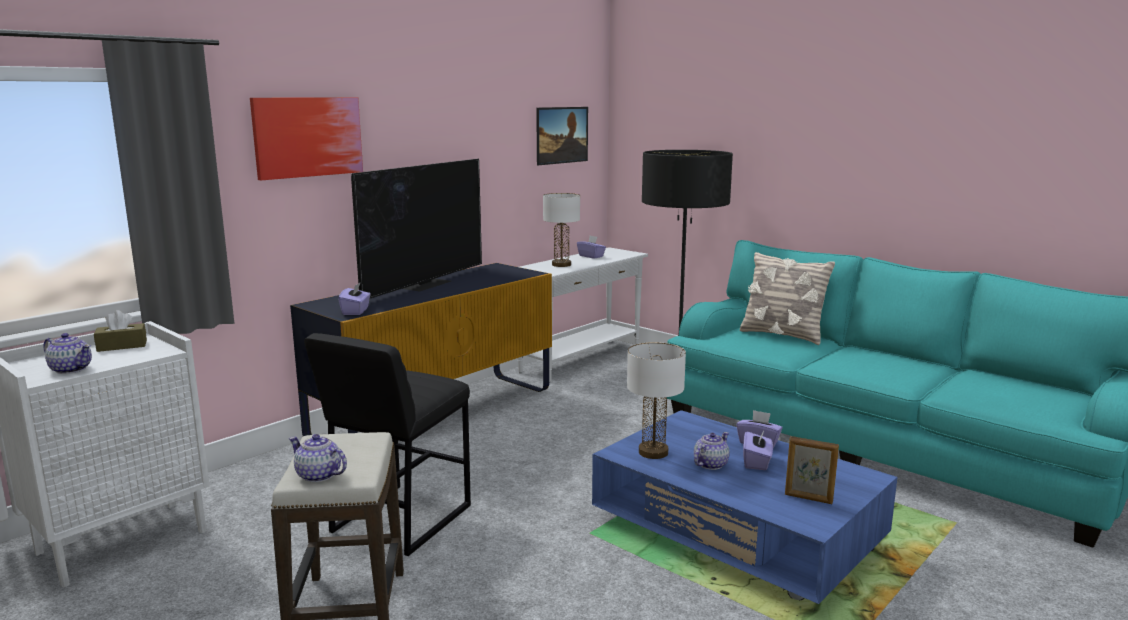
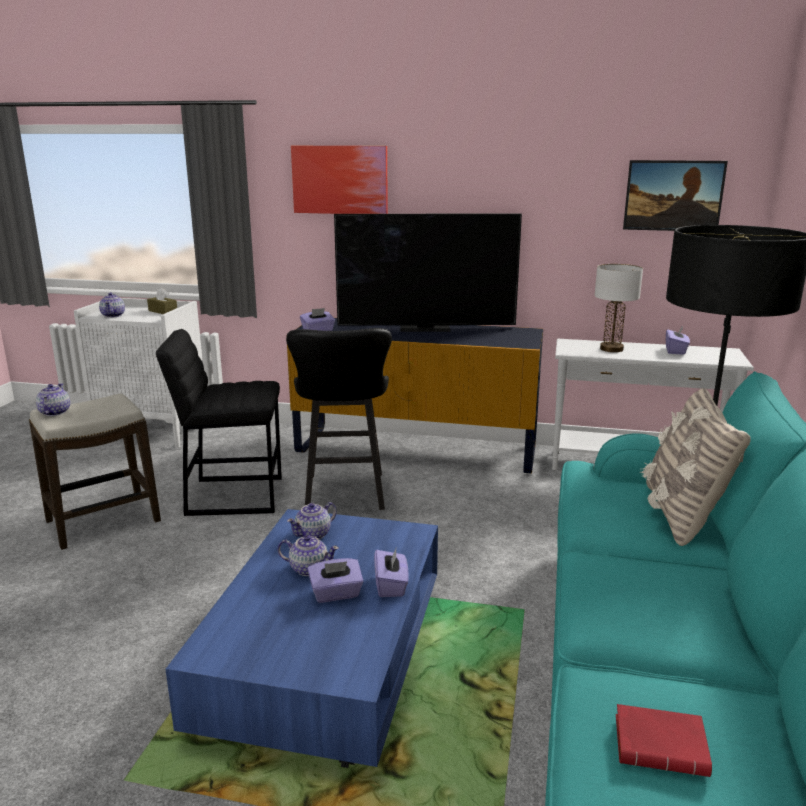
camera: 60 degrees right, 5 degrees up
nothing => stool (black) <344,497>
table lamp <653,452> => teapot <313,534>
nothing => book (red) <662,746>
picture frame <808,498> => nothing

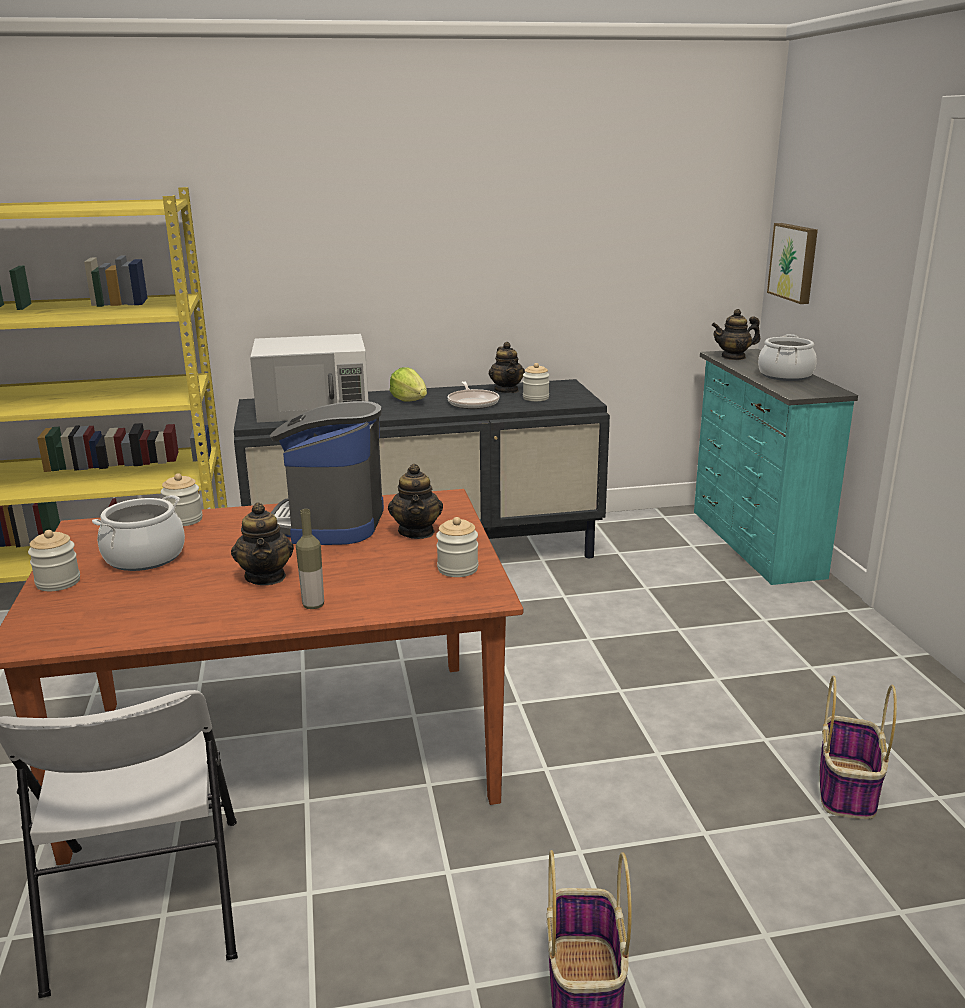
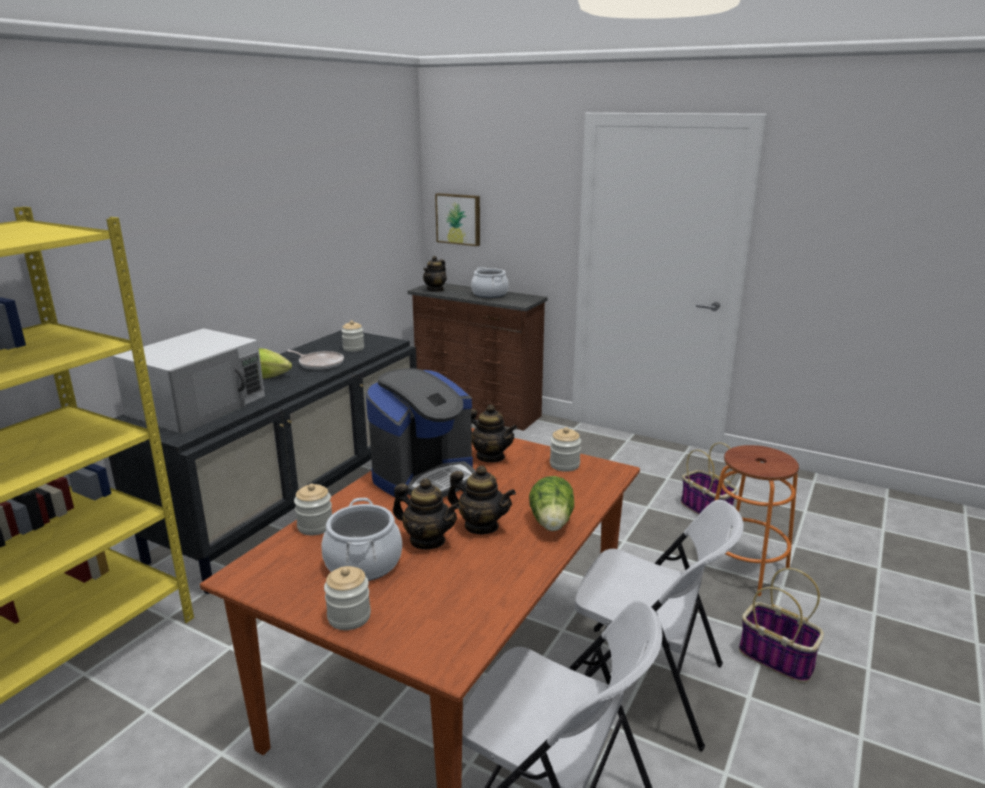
camera: 50 degrees left, 0 degrees up
coffee machine <330,522> => coffee machine <425,476>, 90 degrees counterclockwise
teapot <507,390> => teapot <427,540>, move
dresser (turquoise) <753,543> => dresser (brown) <477,411>
bottle <313,605> => lettuce <552,524>
nothing => chair (white) <643,684>
nothing => stool (orange) <744,567>

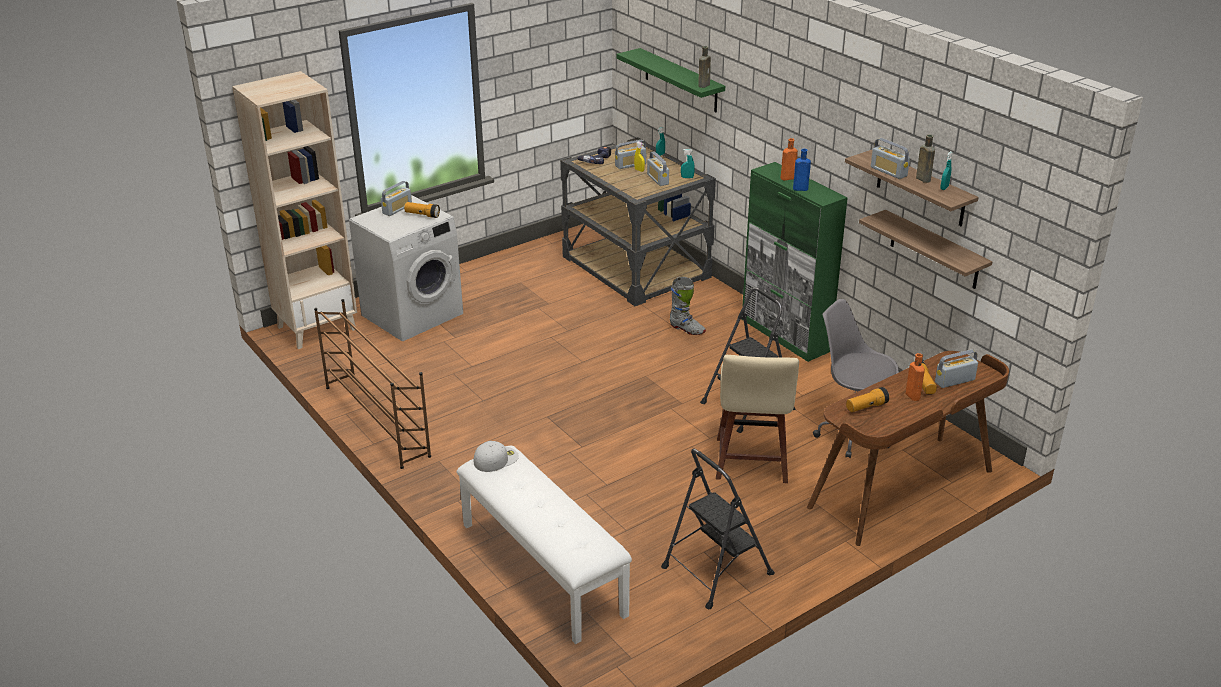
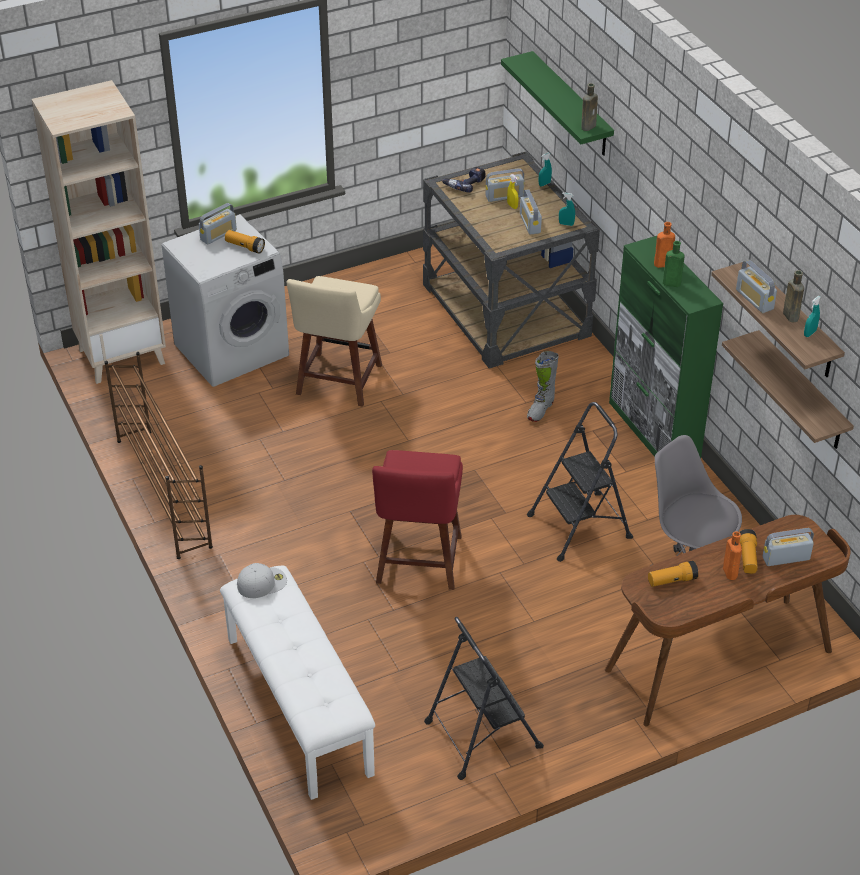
camera: 10 degrees right, 10 degrees up
stool (beige) <751,463> => stool (beige) <337,382>, move
nothing => stool (red) <418,563>
boot (grey) <687,329> => boot (grey) <540,409>, 75 degrees clockwise
bottle (blue) <799,189> => bottle (green) <670,283>

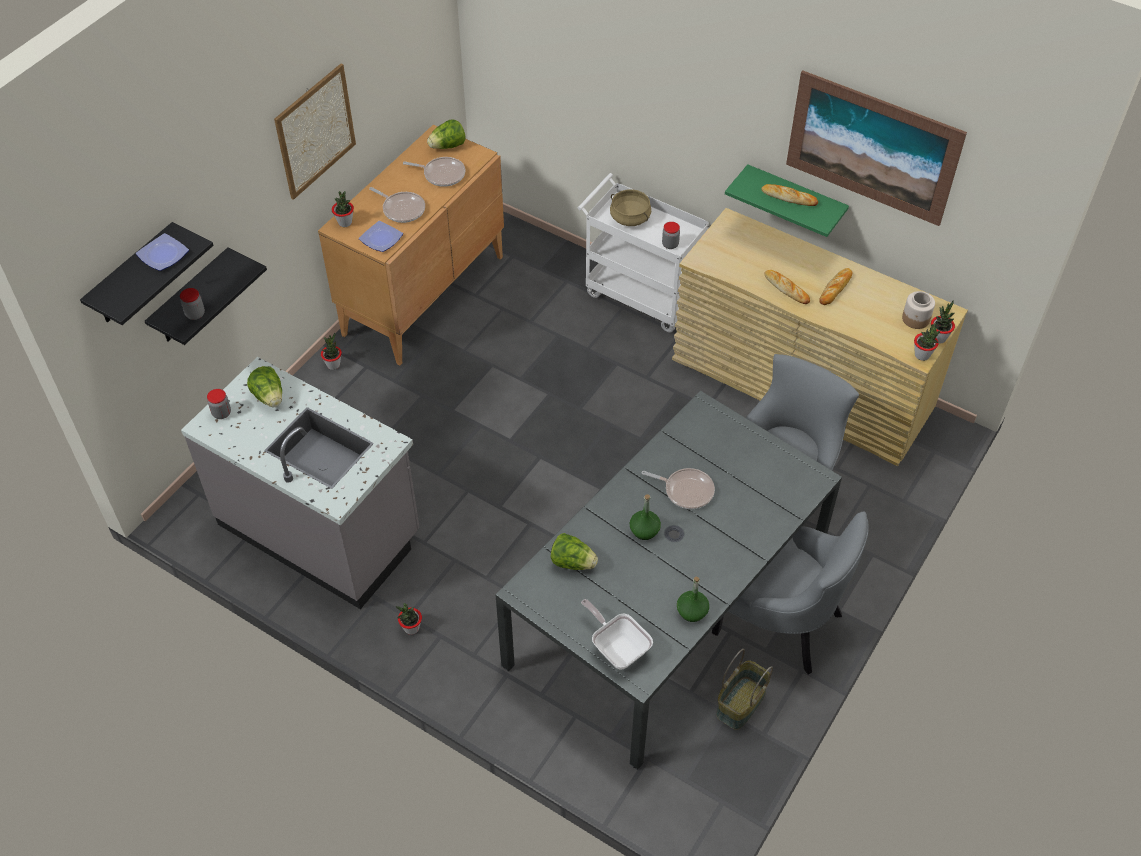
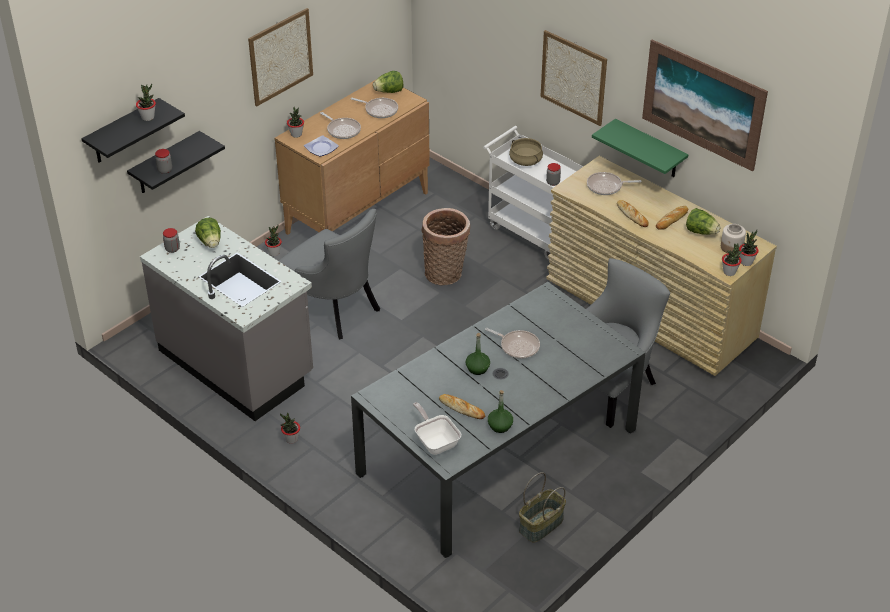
camera: 10 degrees right, 10 degrees down
plate <164,255> => potted plant <148,117>
chair (grey) <776,621> => chair (grey) <331,308>, move
nothing => basket <446,274>
bread <789,197> => bread <462,408>, move
nothing => picture <573,76>
nothing => frying pan <606,186>
lettuce <573,562> => lettuce <701,232>, move

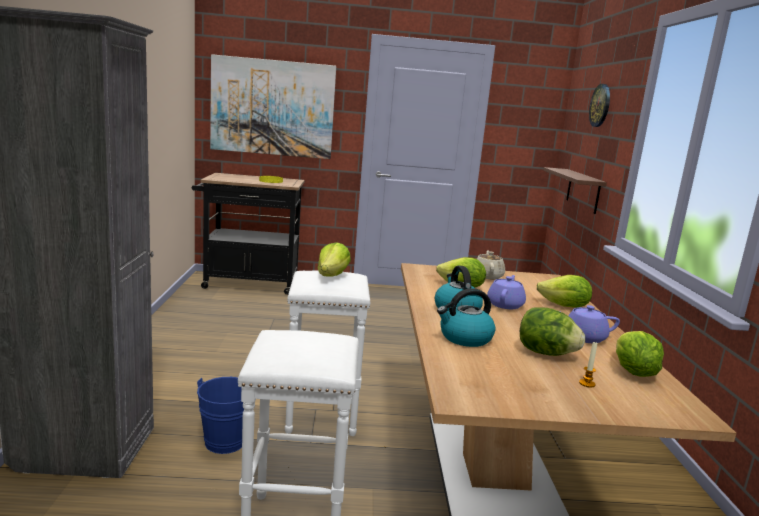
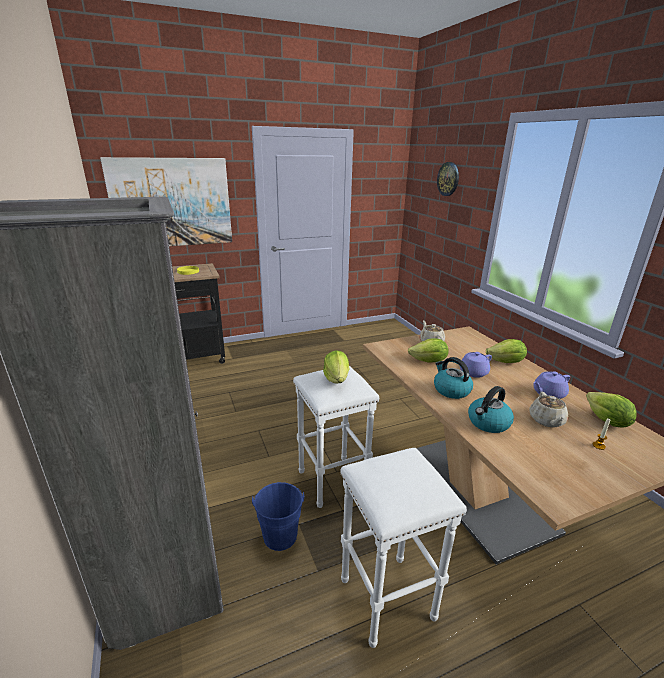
camera: 20 degrees left, 10 degrees up
teapot (purple) <505,304> => teapot (purple) <472,373>, 120 degrees counterclockwise
lettuce <545,353> => teapot (beige) <546,420>
shelf <583,190> => nothing

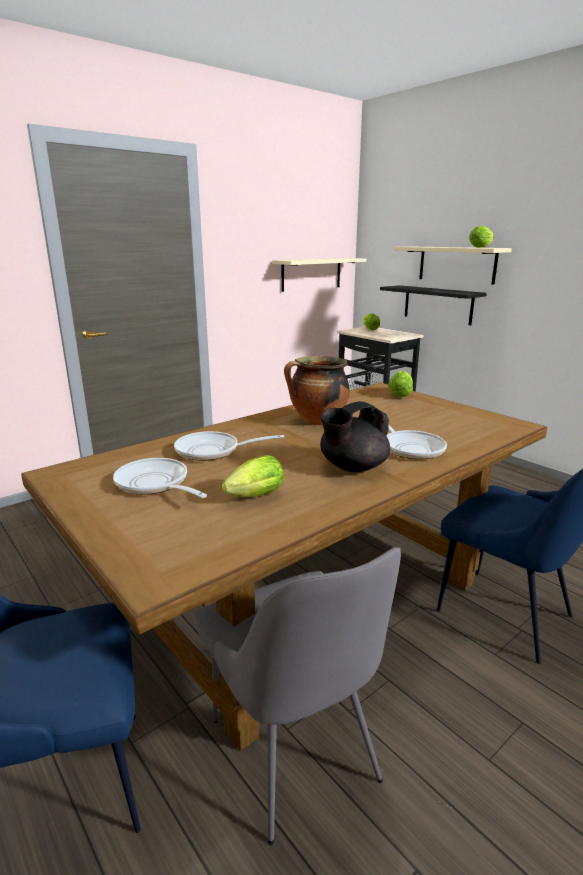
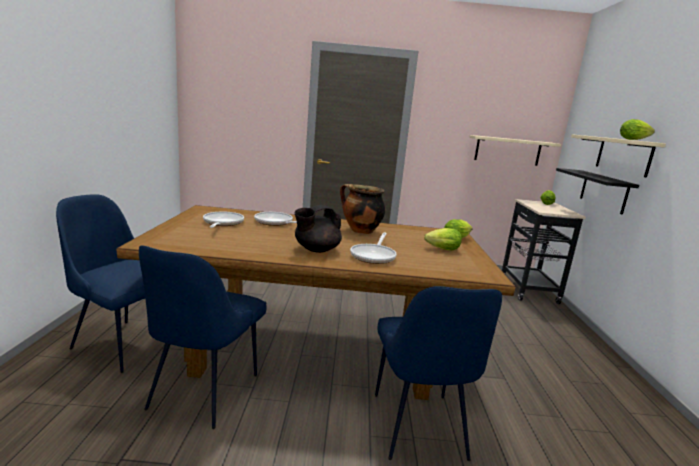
camera: 40 degrees right, 5 degrees down
chair (grey) <295,750> => chair (blue) <204,392>
teapot (black) <352,467> => teapot (black) <316,249>, 45 degrees counterclockwise
lettuce <252,497> => lettuce <440,249>, move

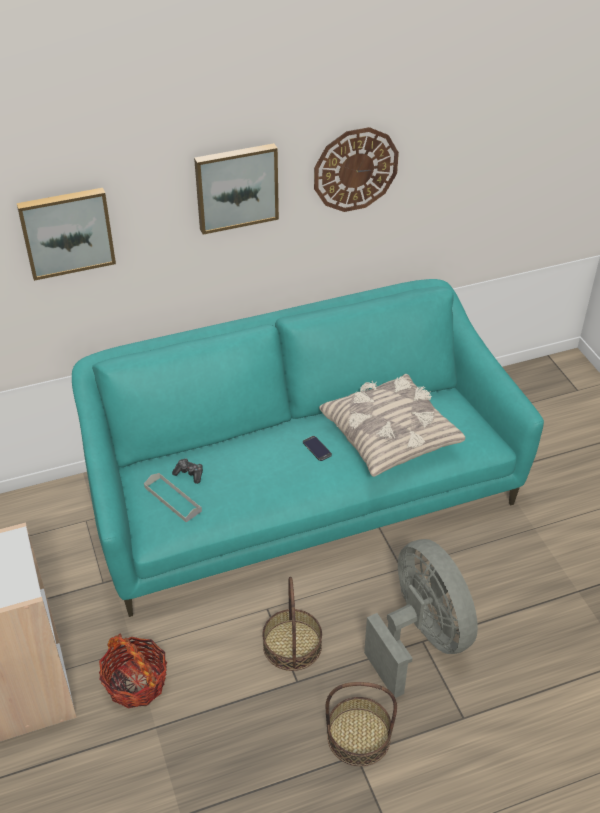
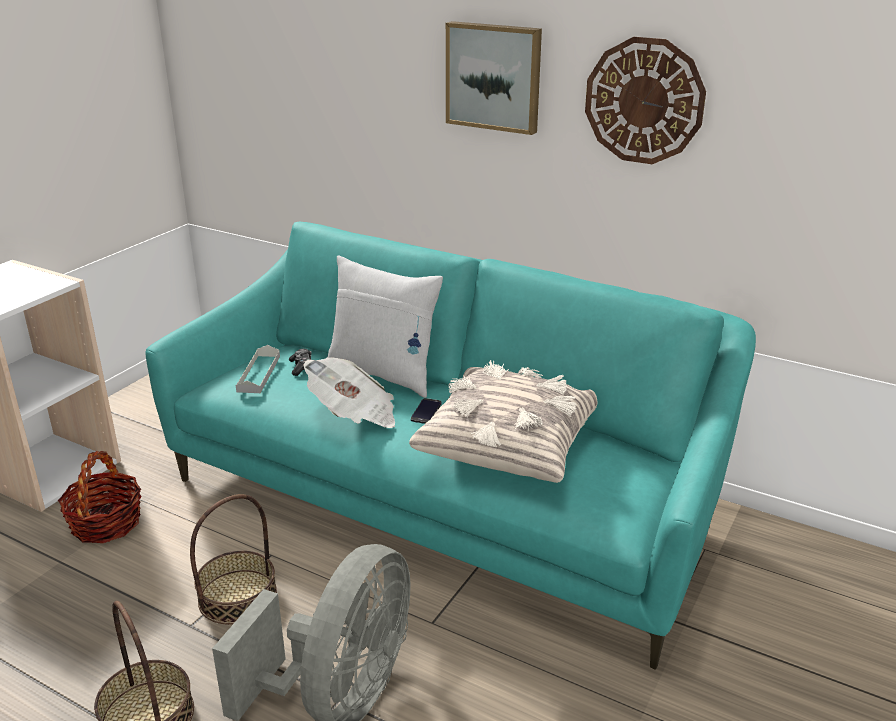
camera: 50 degrees right, 15 degrees down
nothing => newspaper <354,414>
nothing => pillow (grey) <382,376>
picture <67,231> => nothing

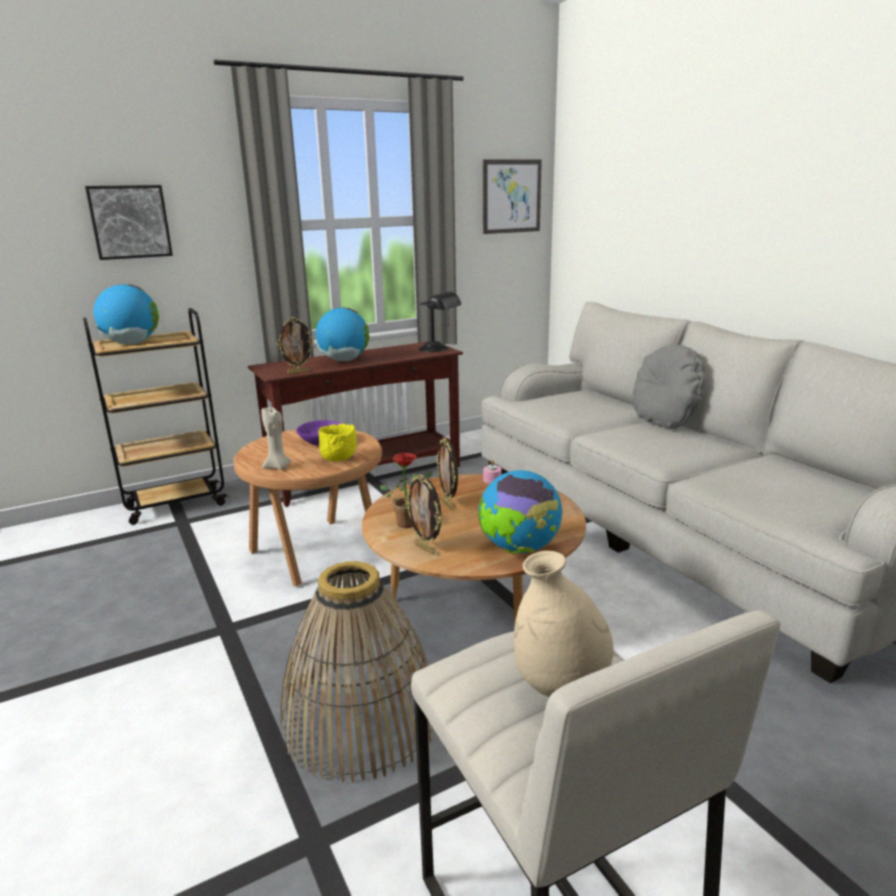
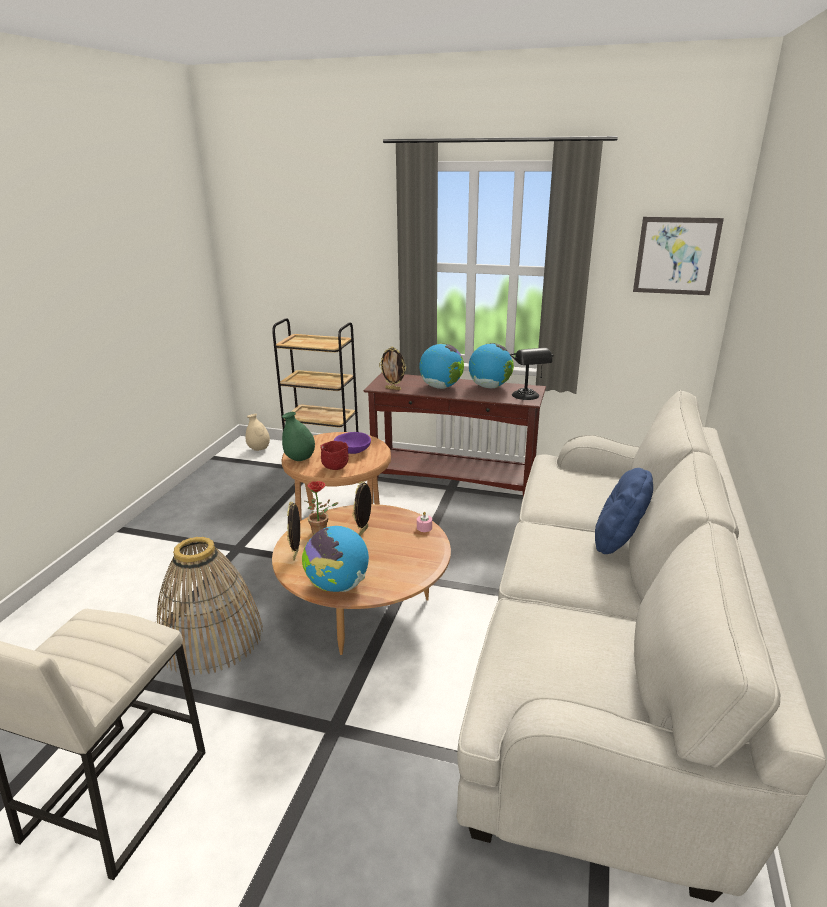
camera: 45 degrees right, 5 degrees up
vase (beige) <560,687> => vase (beige) <259,449>, move
candle (beige) <278,467> => vase (green) <300,459>
bowl (yellow) <338,460> => bowl (red) <335,468>
globe <132,344> => globe <490,387>, move
pillow (grey) <664,423> => pillow (blue) <618,544>
picture <130,222> => nothing

